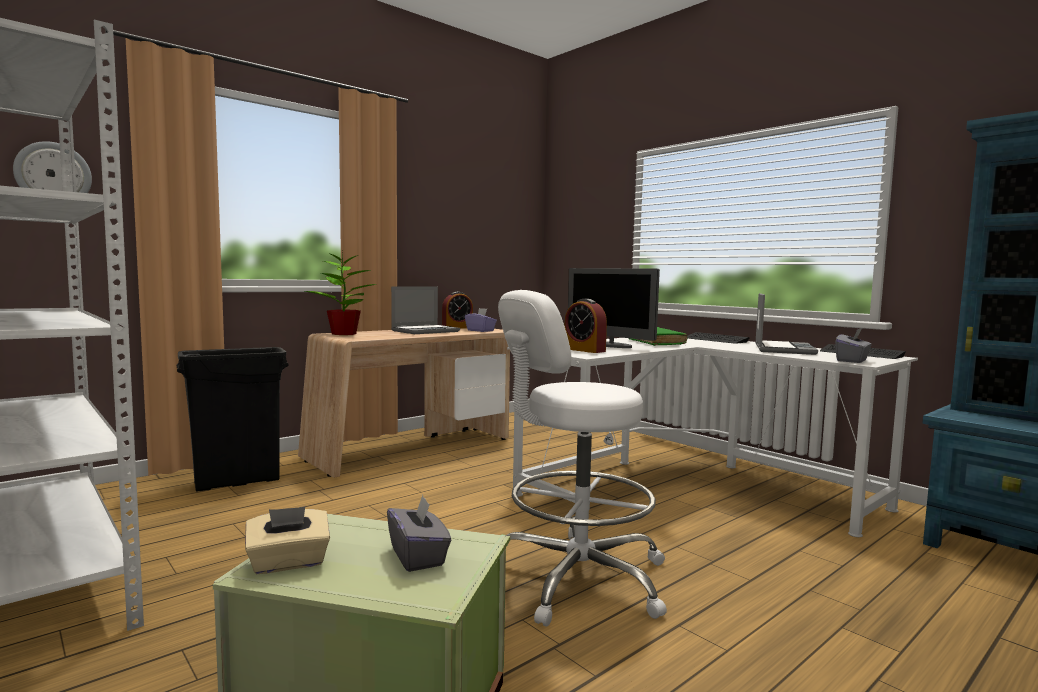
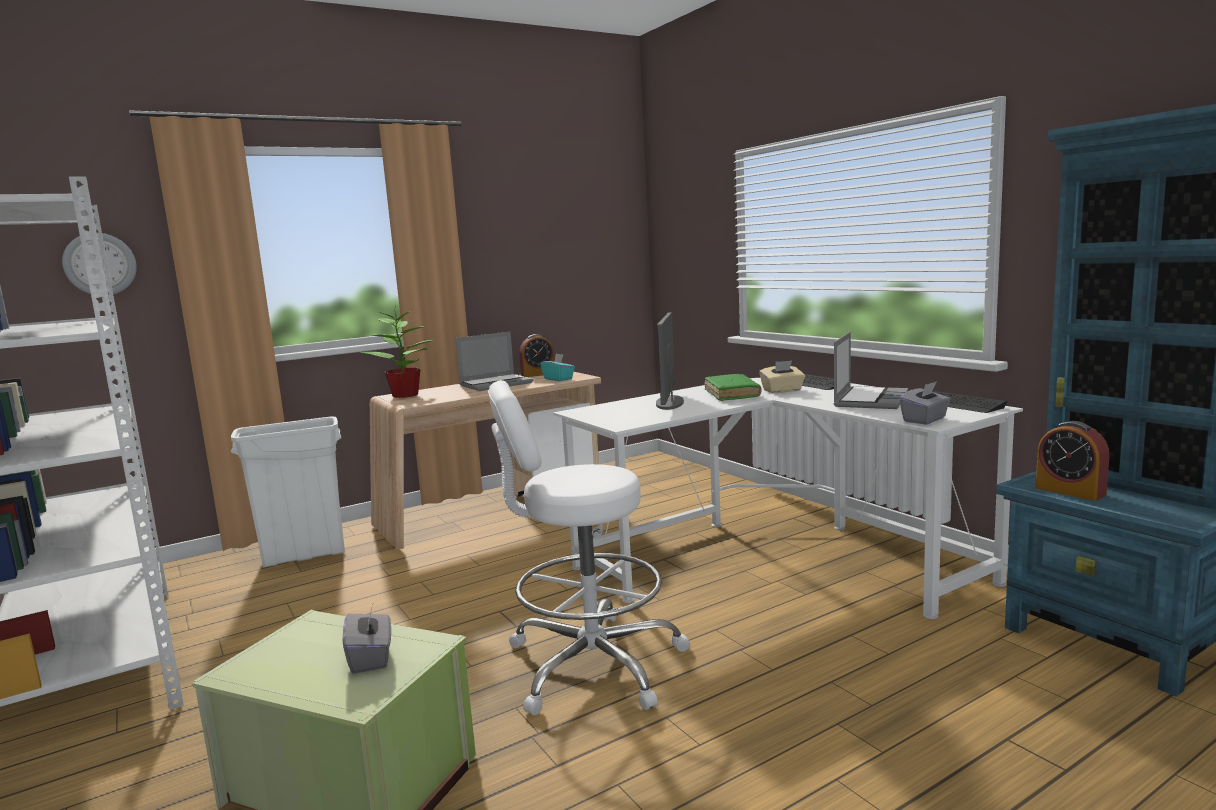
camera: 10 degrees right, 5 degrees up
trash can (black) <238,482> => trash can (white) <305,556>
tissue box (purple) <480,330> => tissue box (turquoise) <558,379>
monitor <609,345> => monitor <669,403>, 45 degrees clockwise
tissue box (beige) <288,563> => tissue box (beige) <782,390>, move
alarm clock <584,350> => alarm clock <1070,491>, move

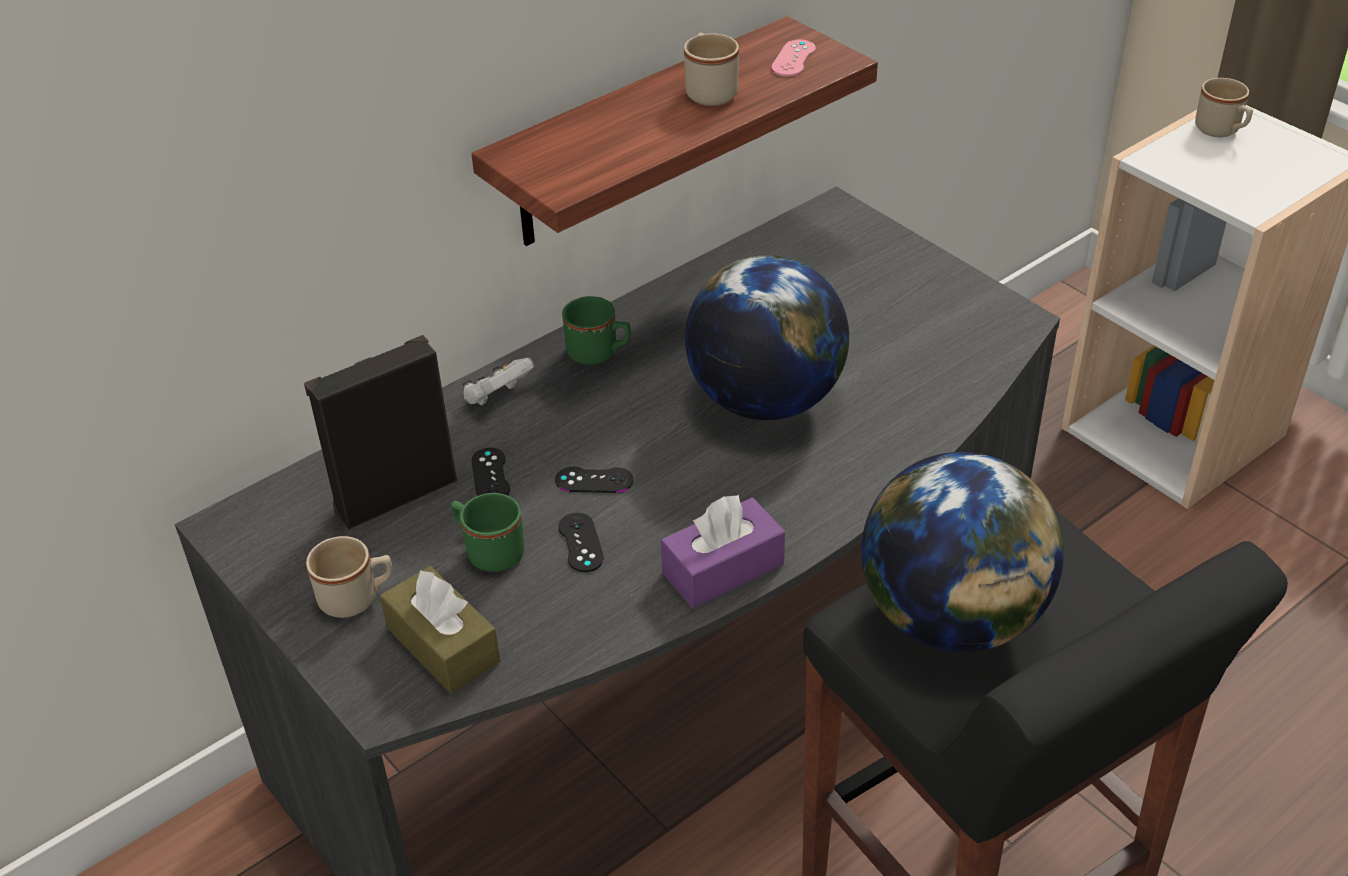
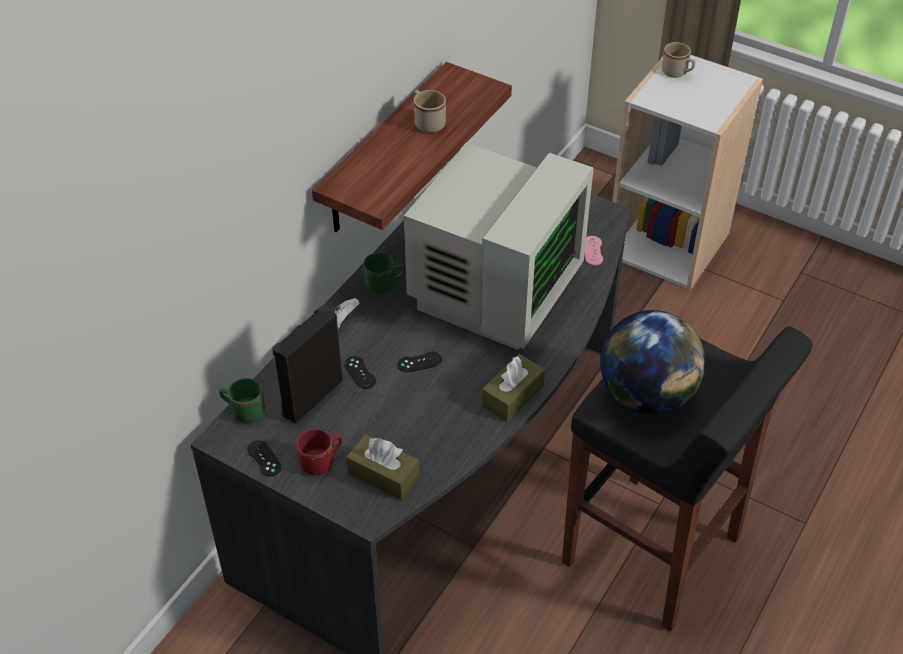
camera: 20 degrees left, 5 degrees up
mug (green) <488,550> => mug (green) <243,410>, move
game controller (black) <581,543> => game controller (black) <264,458>, move
mug (beige) <357,598> => mug (red) <322,461>
globe <765,400> => monitor <492,293>
tissue box (purple) <723,568> => tissue box (brown) <512,396>
game controller (pink) <793,59> => game controller (pink) <593,251>, move

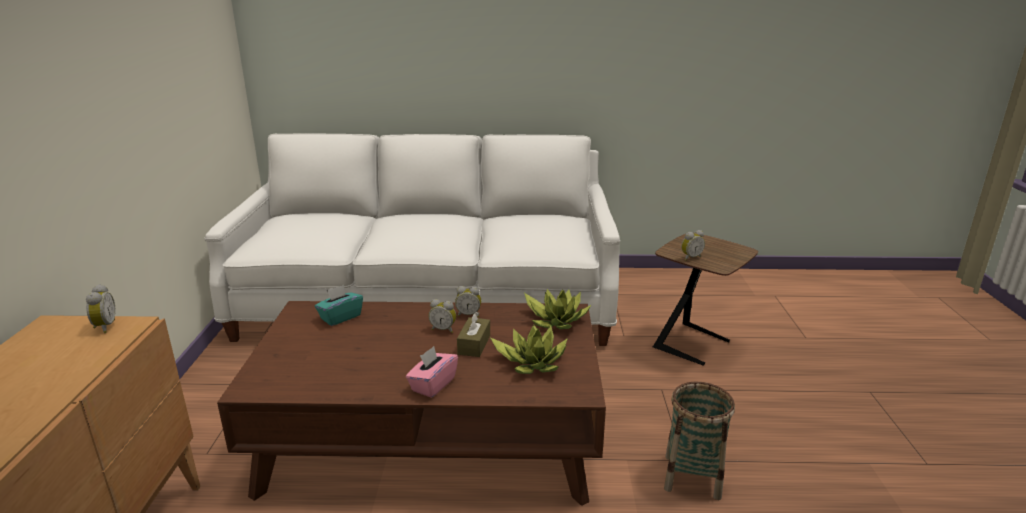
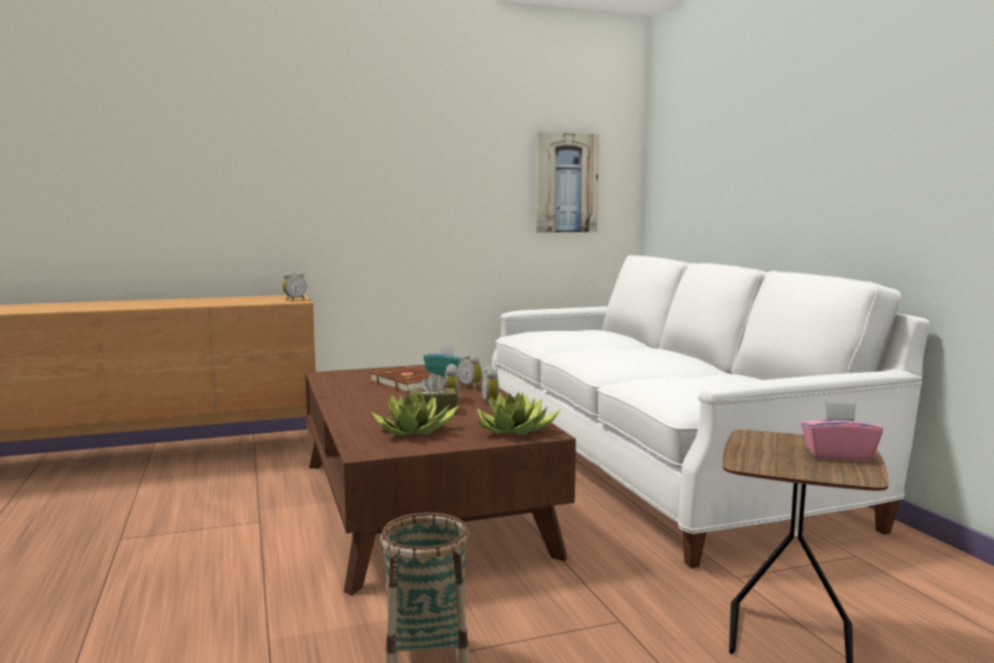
camera: 70 degrees right, 15 degrees down
nothing => book (brown) <409,383>
alarm clock <690,257> => alarm clock <471,386>, move
nothing => picture <566,183>
tissue box (pink) <433,384> => tissue box (pink) <838,455>, move

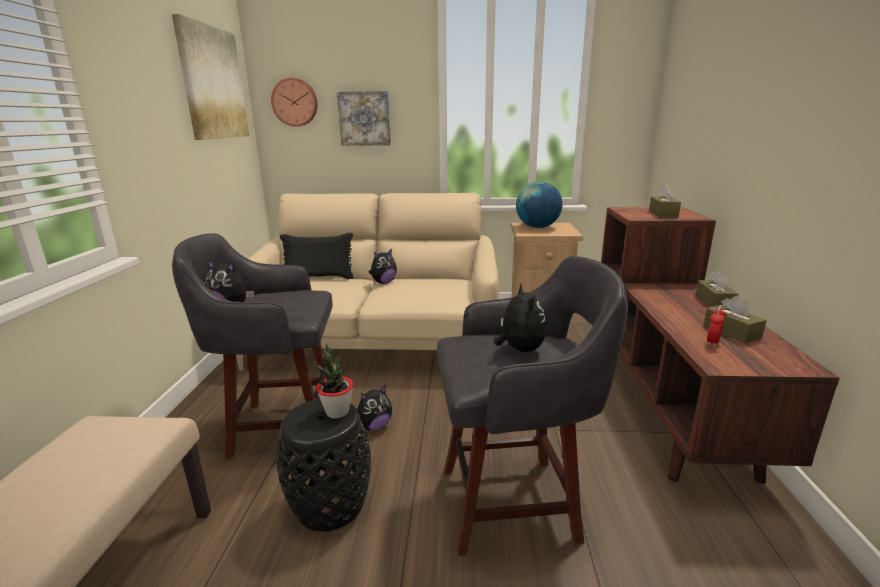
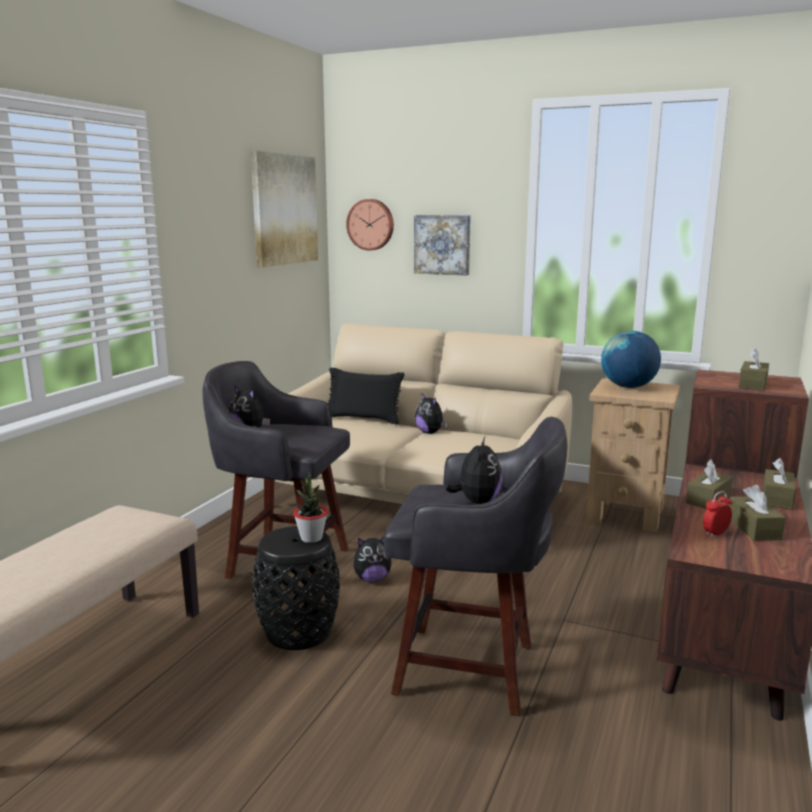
camera: 20 degrees right, 5 degrees down
plush toy <383,282> => plush toy <430,432>, 75 degrees clockwise
nothing => tissue box (brown) <708,499>

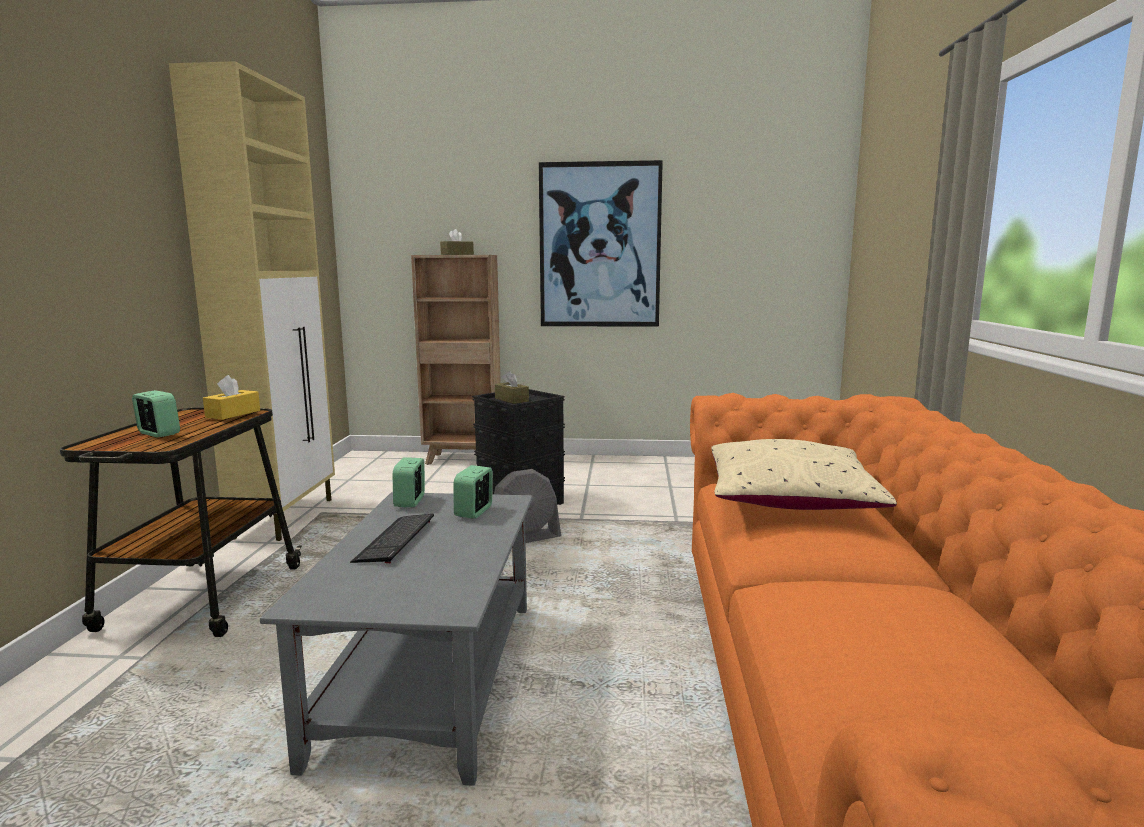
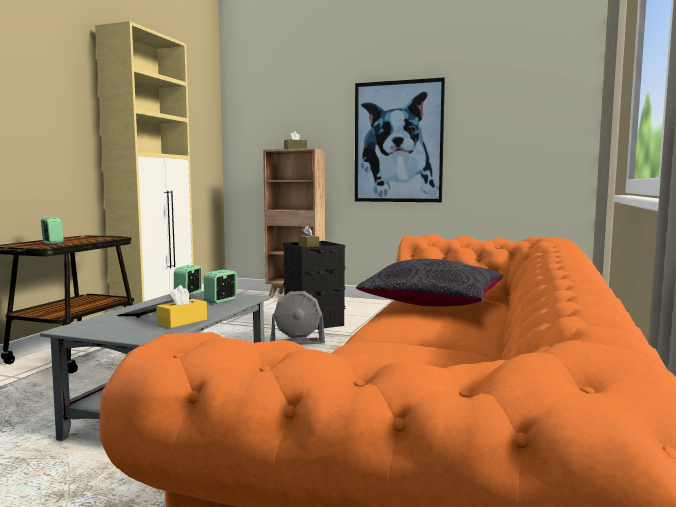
camera: 15 degrees right, 5 degrees down
tissue box (yellow) <233,414> => tissue box (yellow) <182,322>, move
pillow (beige) <789,500> => pillow (black) <433,303>

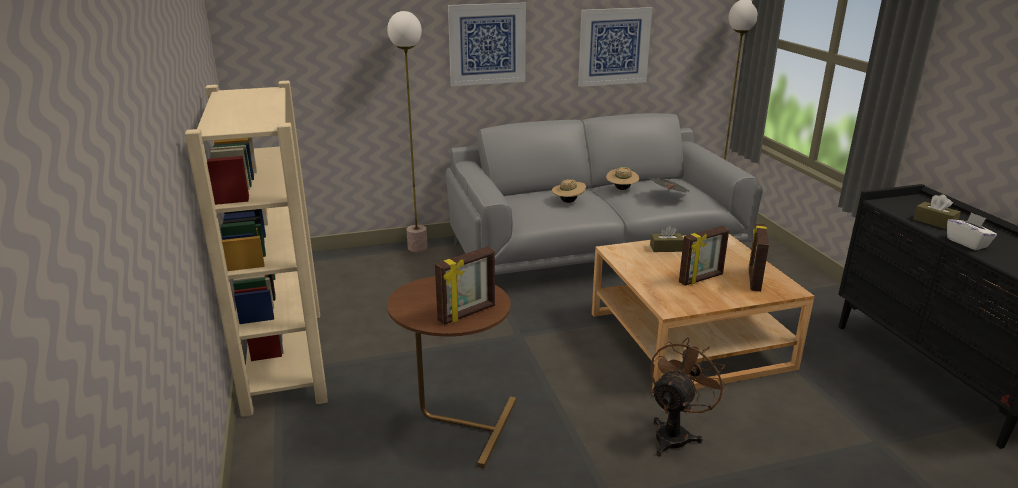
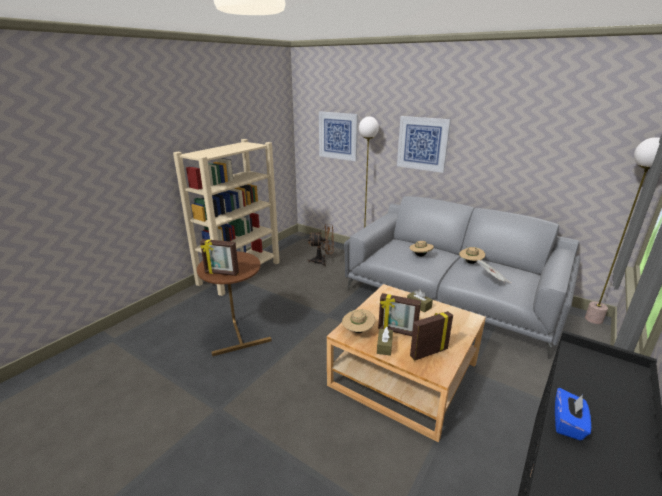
camera: 50 degrees right, 0 degrees up
fan (brown) <675,434> => fan (brown) <323,261>, move
picture <614,46> => picture <338,136>, move
nothing => hat (beige) <357,331>
tissue box (brown) <934,222> => tissue box (brown) <384,346>, move
tissue box (white) <967,243> => tissue box (blue) <568,424>

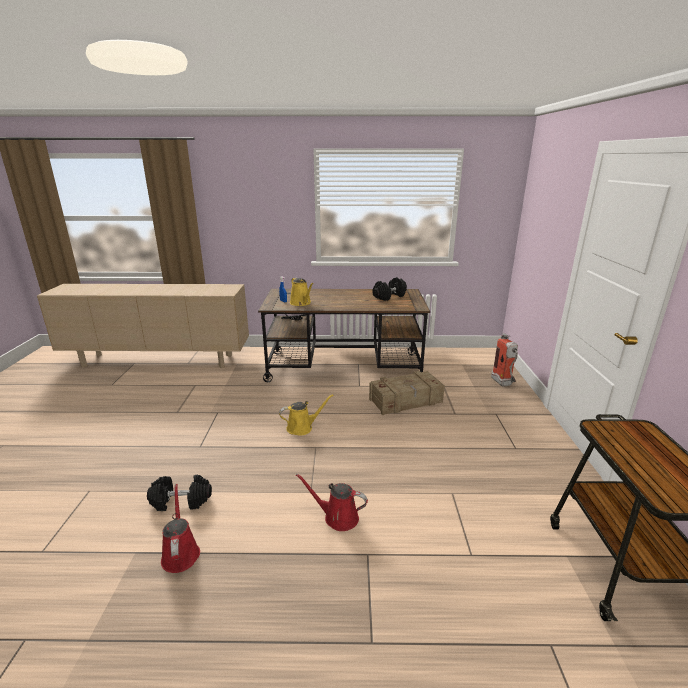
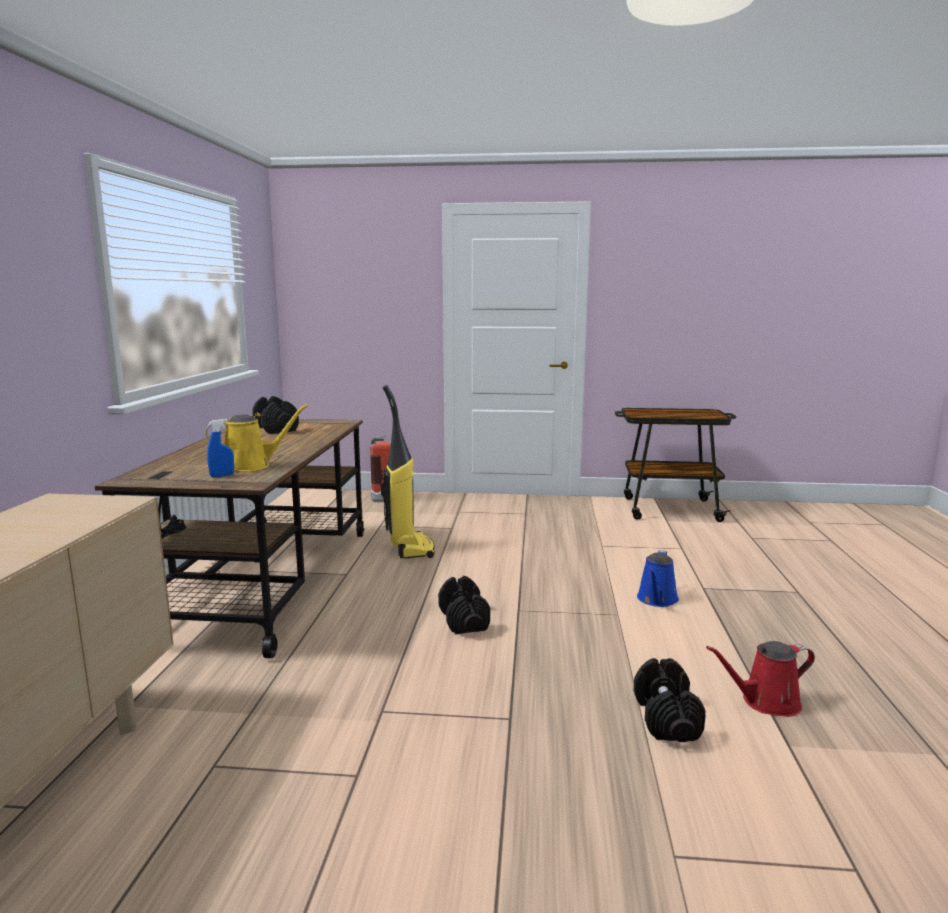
camera: 85 degrees left, 10 degrees down
crate <406,401> => vacuum cleaner <410,548>
watering can (yellow) <302,427> => dumbbell (black) <463,620>
watering can (red) <337,517> => watering can (blue) <657,600>

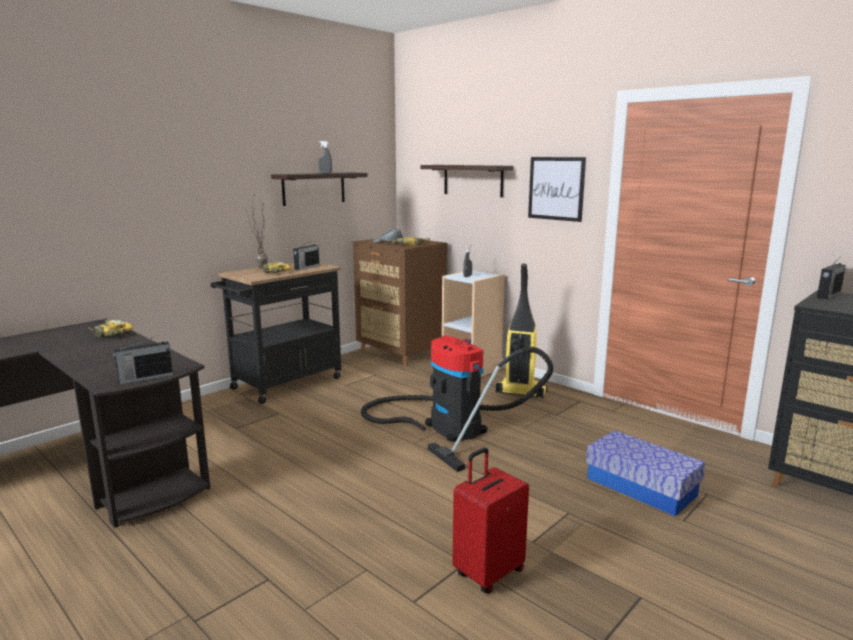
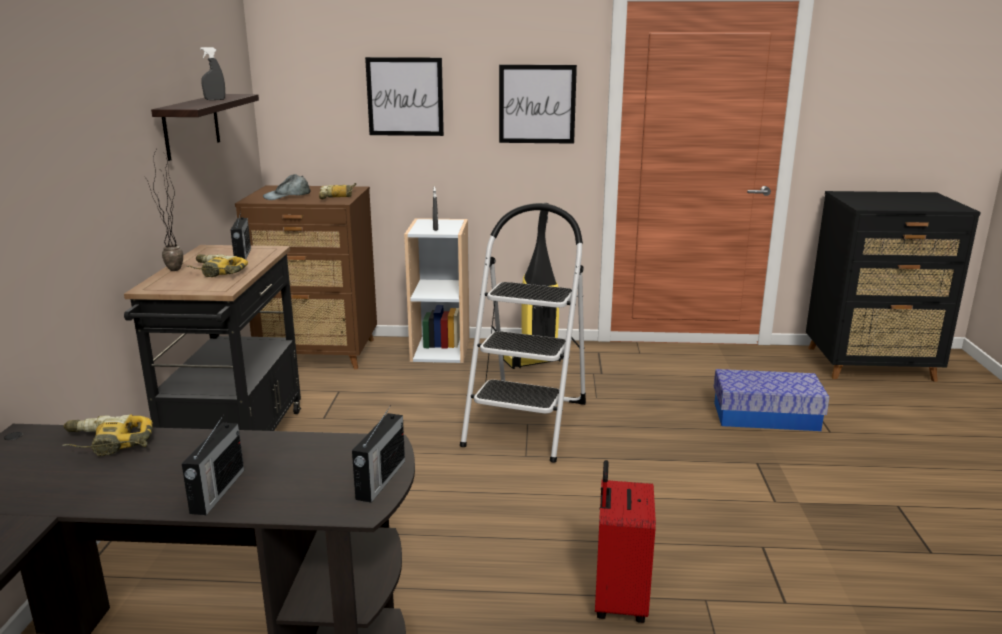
camera: 40 degrees left, 5 degrees up
radio <828,295> => radio <216,492>, move
shelf <473,180> => picture <405,96>
vacuum cleaner <450,426> => step ladder <528,422>
suitcase (red) <488,572> => suitcase (red) <618,601>, move

